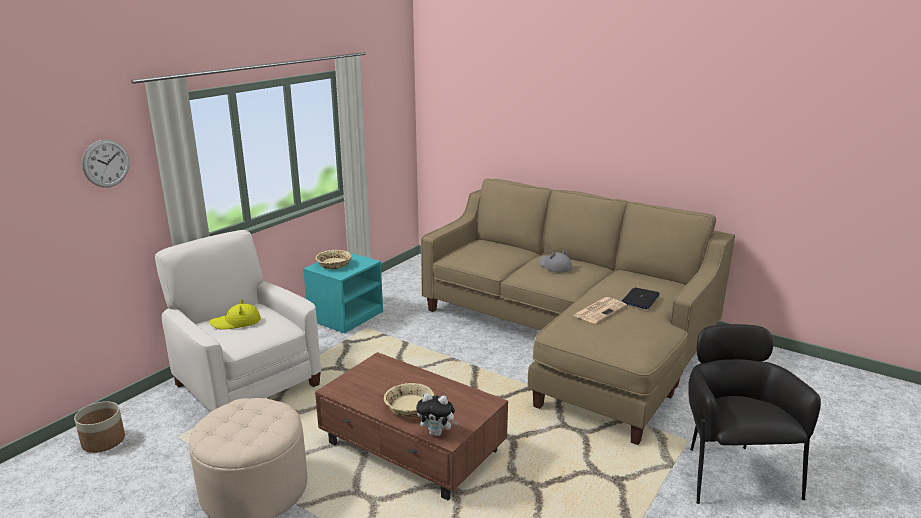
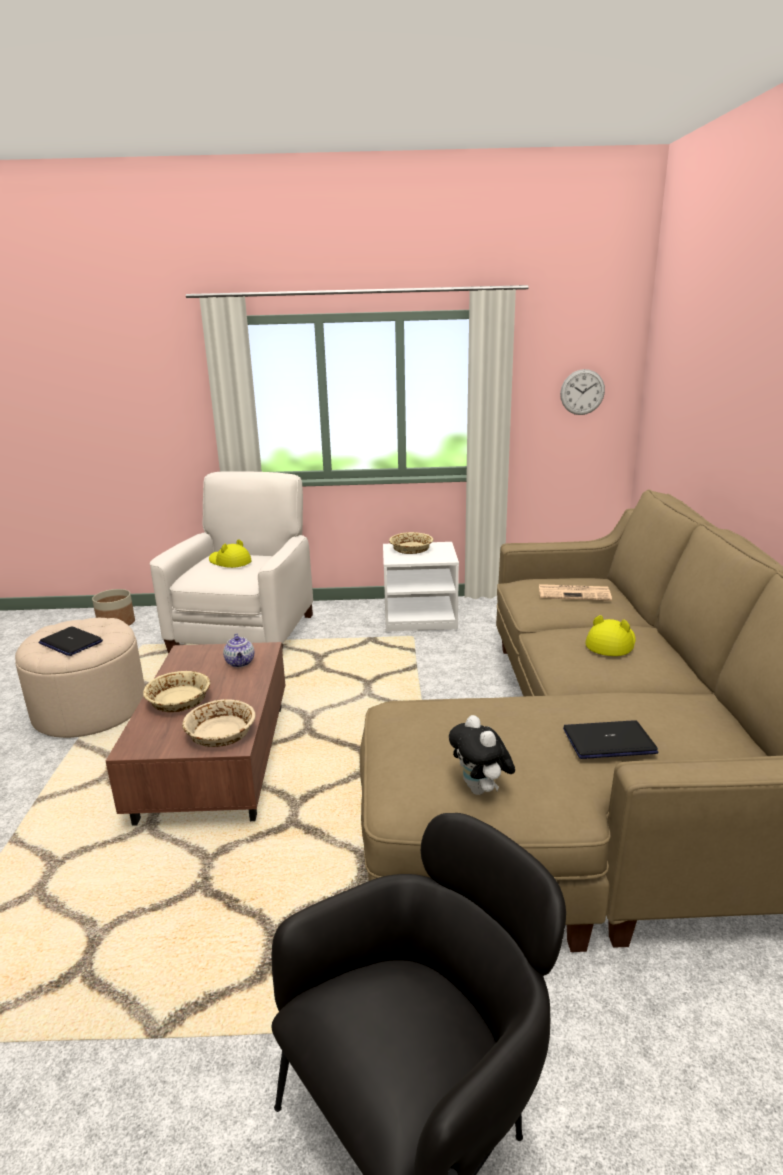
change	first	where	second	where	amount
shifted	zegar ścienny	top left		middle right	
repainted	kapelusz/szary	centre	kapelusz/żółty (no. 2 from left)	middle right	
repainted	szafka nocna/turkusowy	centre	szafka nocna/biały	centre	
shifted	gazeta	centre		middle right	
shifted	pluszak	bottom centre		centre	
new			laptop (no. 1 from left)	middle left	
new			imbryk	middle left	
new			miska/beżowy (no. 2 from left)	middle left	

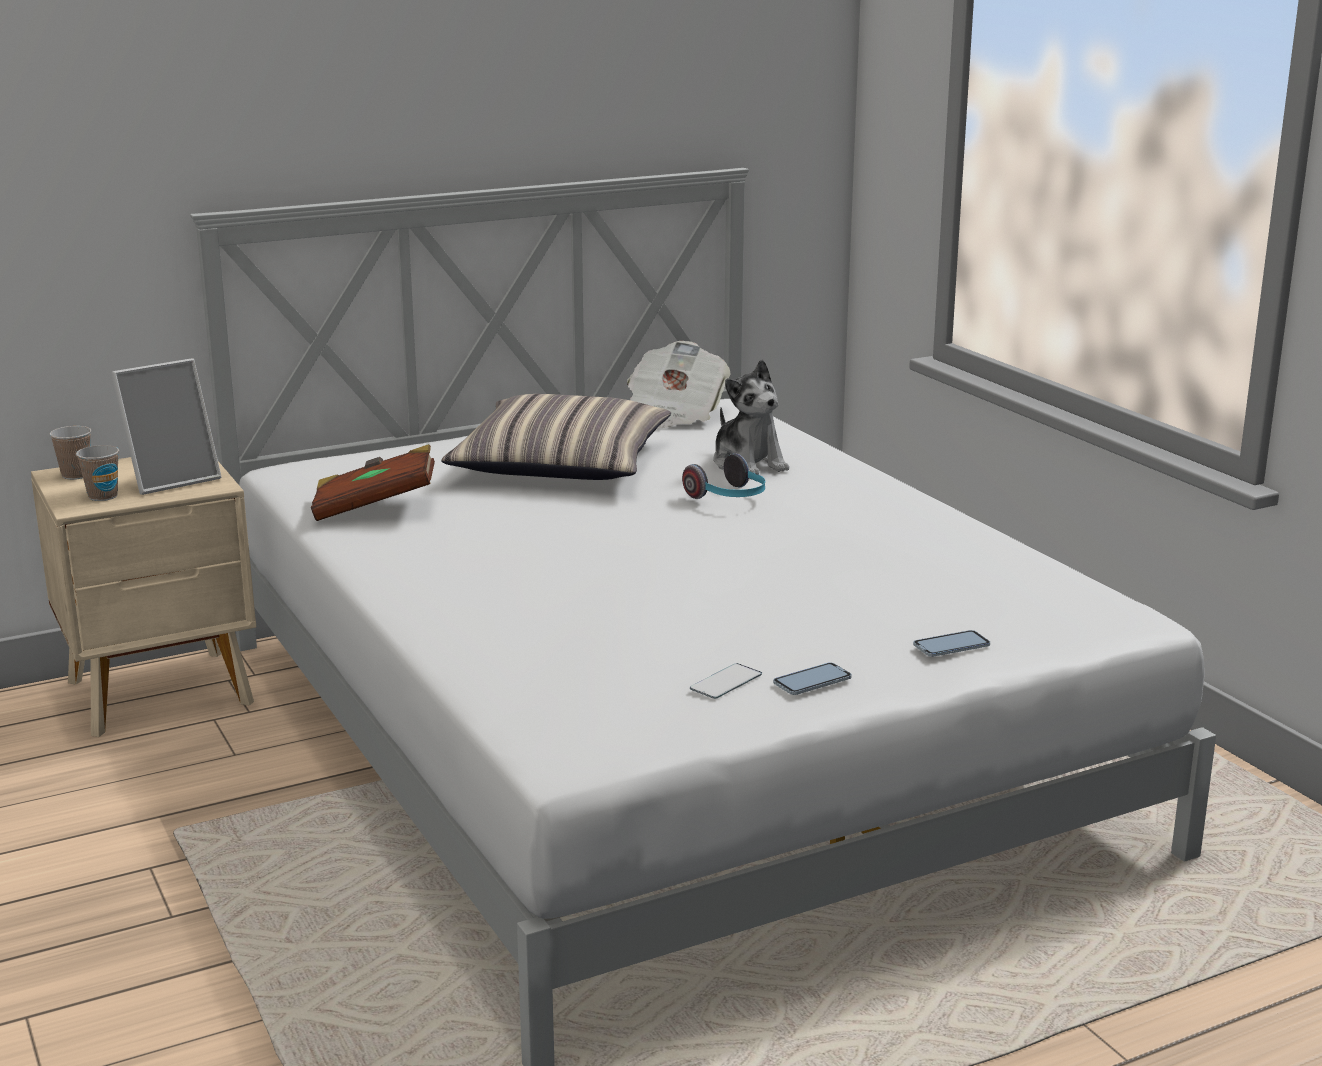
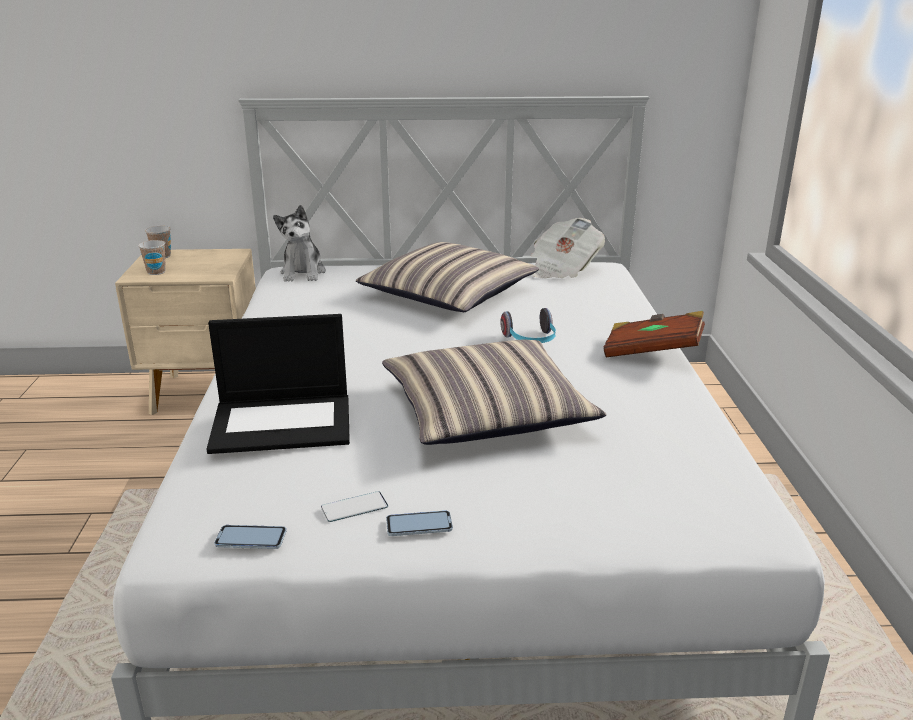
change	first	where	second	where	amount
gone	ramka na zdjęcie	middle left			
shifted	pluszak	centre		middle left	
shifted	książka/brązowy	middle left		middle right	
shifted	telefon (no. 3 from left in the first image)	middle right	telefon (no. 1 from left)	bottom left	
new			laptop	middle left	
new			poduszka (no. 2 from left)	centre	

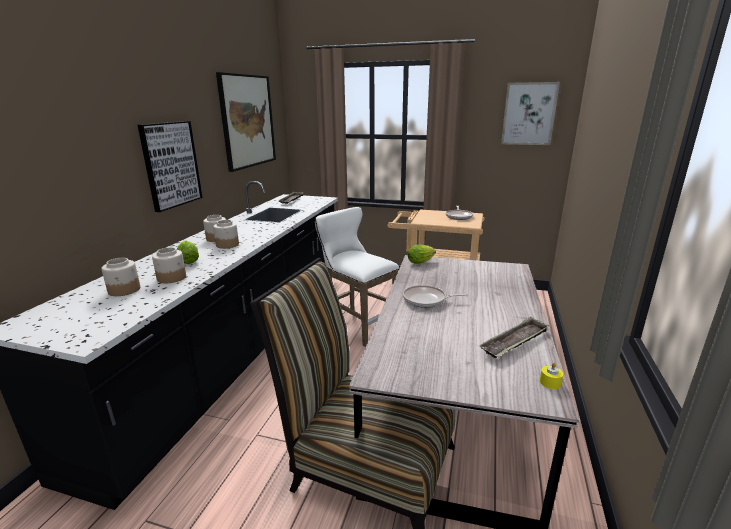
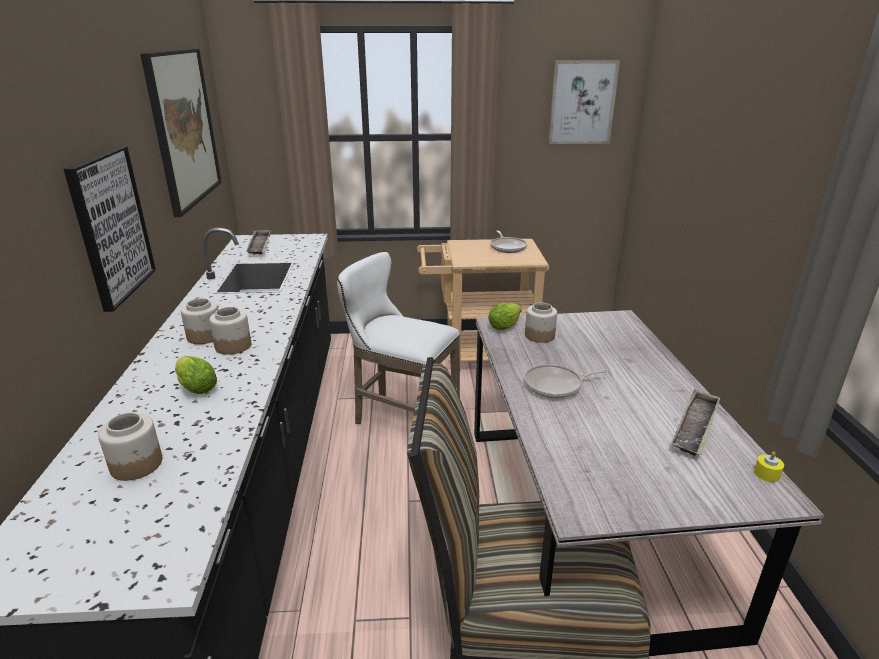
change	first	where	second	where	amount
shifted	słoik (no. 2 from left in the first image)	middle left	słoik (no. 4 from left)	centre	

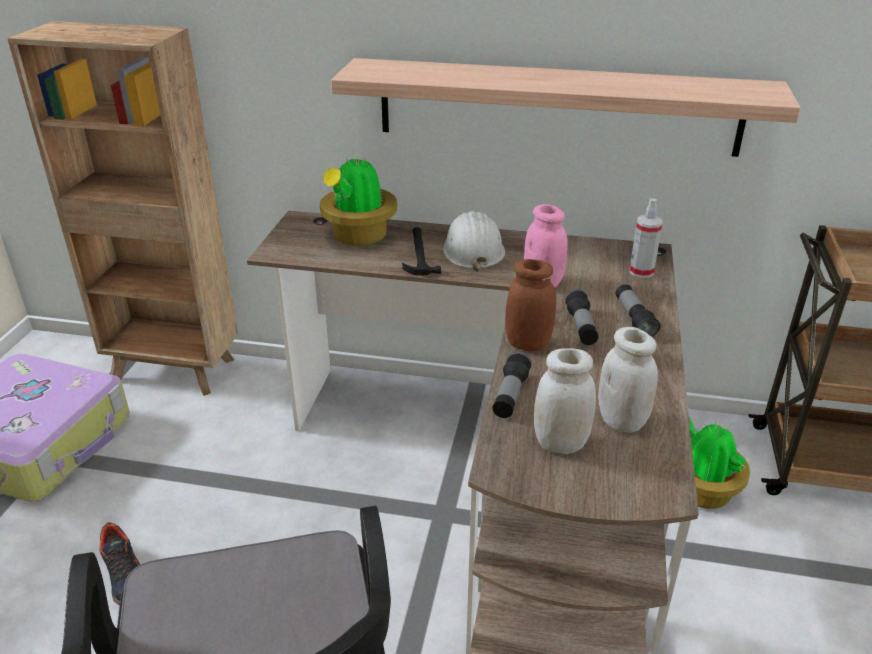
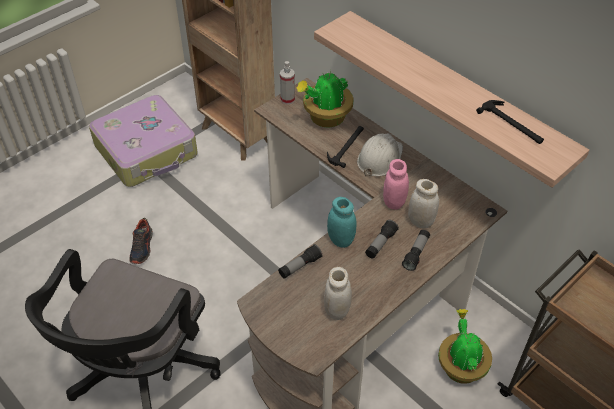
change	first	where	second	where	amount
shifted	spryskiwacz	middle right		top centre	
repainted	słoik/brązowy	centre	słoik/turkusowy	centre	
shifted	słoik/biały (no. 1 from left in the first image)	centre	słoik/biały (no. 2 from left)	middle right	
new			młotek (no. 2 from left)	top right	

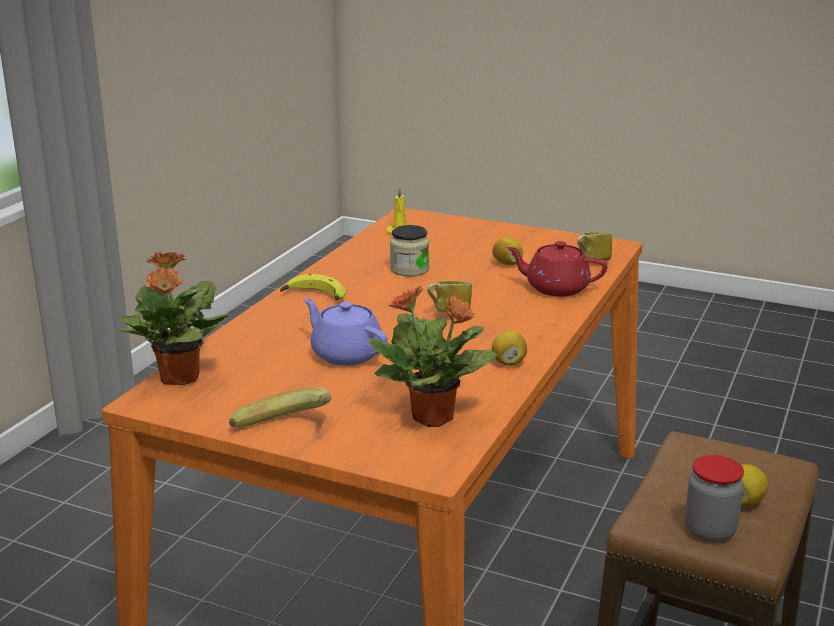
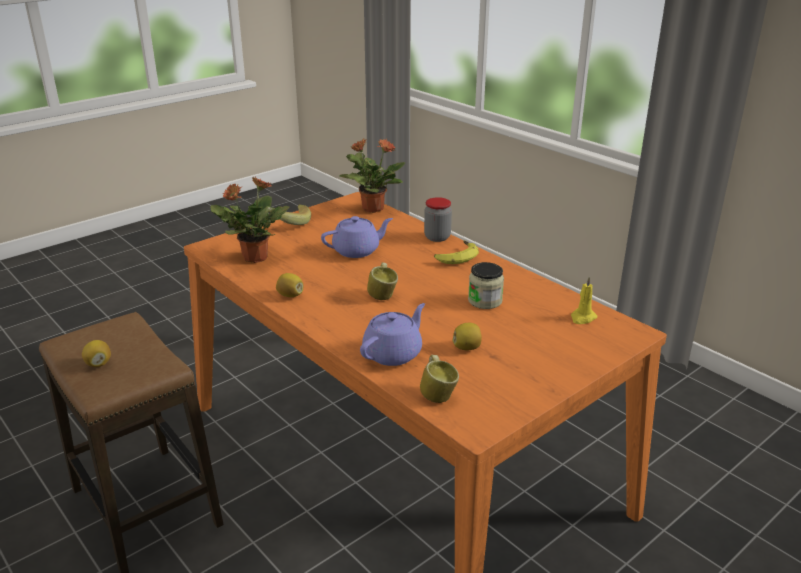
change	first	where	second	where	amount
repainted	imbryk/czerwony	middle right	imbryk/fioletowy (no. 2 from left)	centre	
shifted	słoik (no. 2 from left in the first image)	bottom right	słoik (no. 1 from left)	centre	

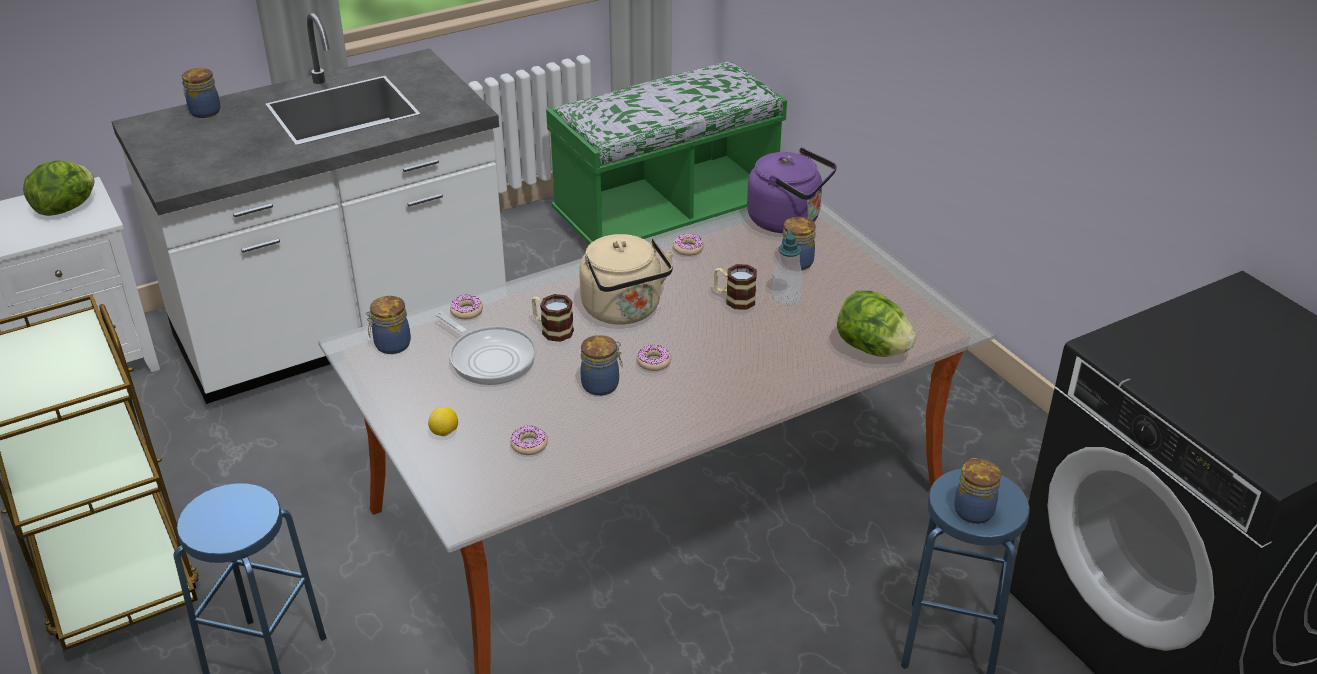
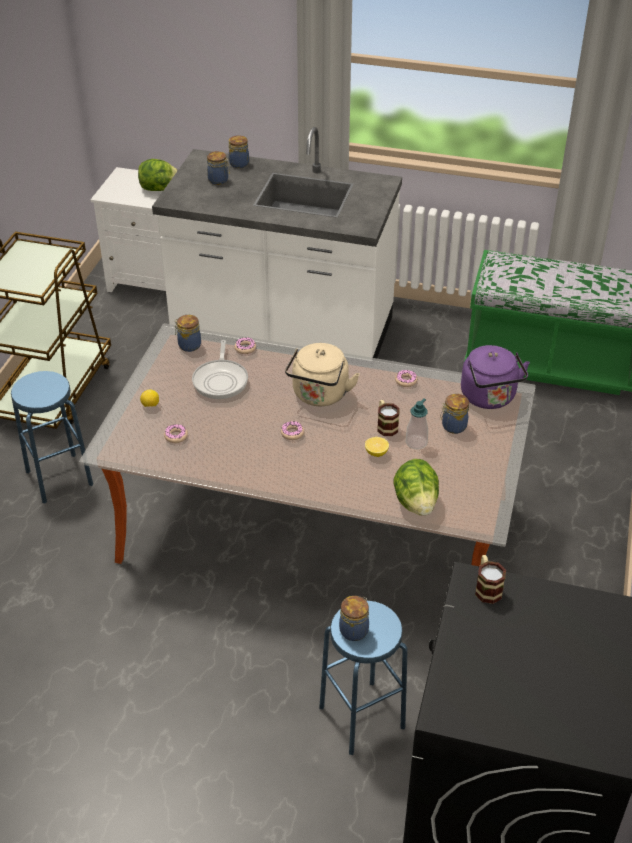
change	first	where	second	where	amount
shifted	kubek (no. 1 from left in the first image)	centre	kubek (no. 2 from left)	bottom right	
shifted	słoik (no. 3 from left in the first image)	centre	słoik (no. 2 from left)	top centre	
new			cytryna (no. 2 from left)	centre	

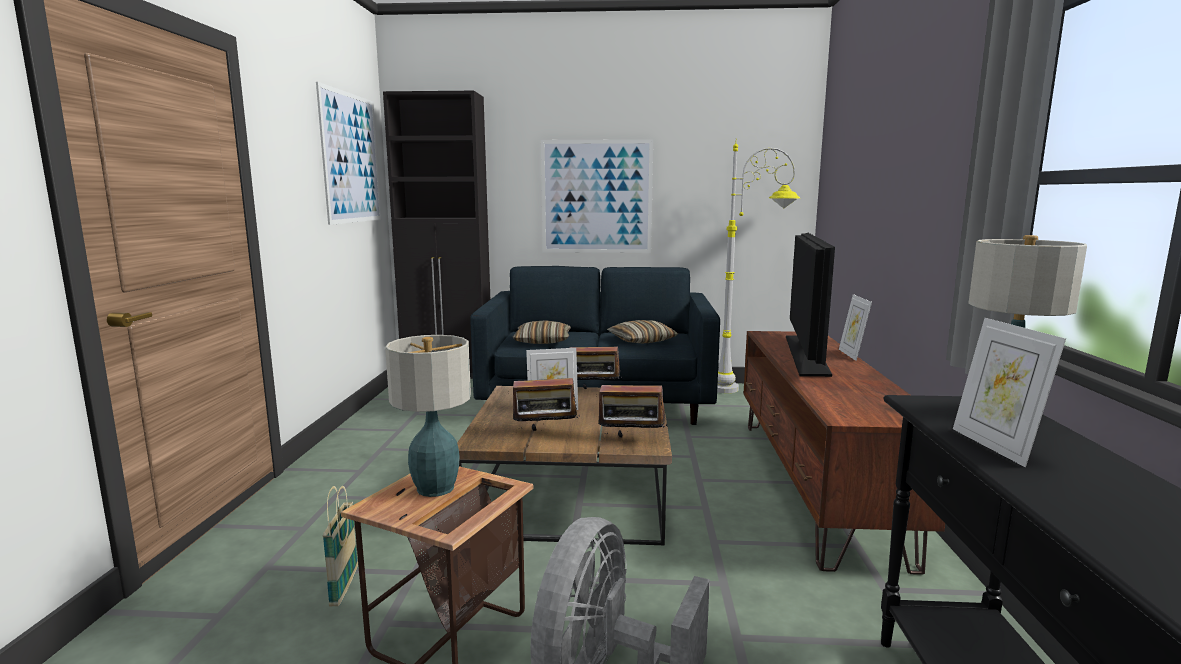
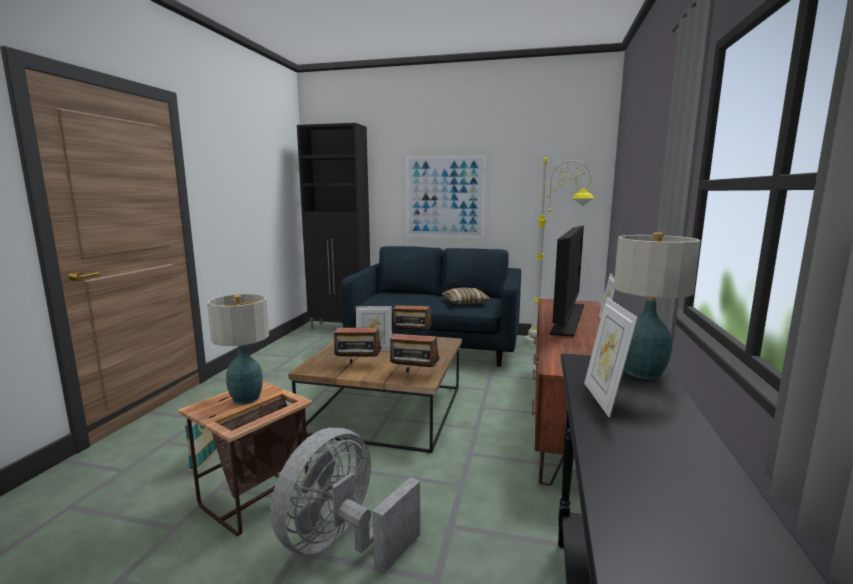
change	first	where	second	where	amount
gone	obraz (no. 1 from left)	top left			
gone	poduszka (no. 1 from left)	centre			

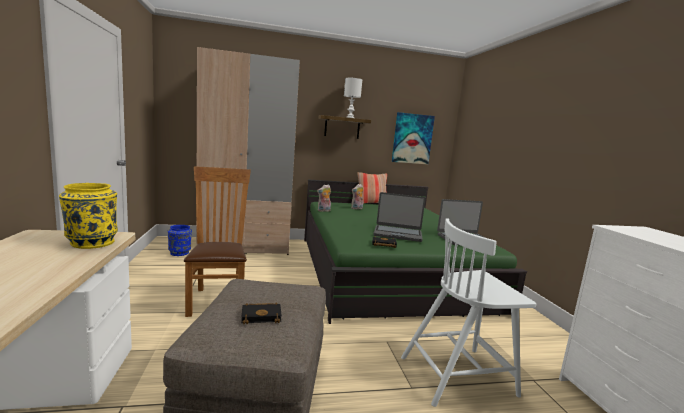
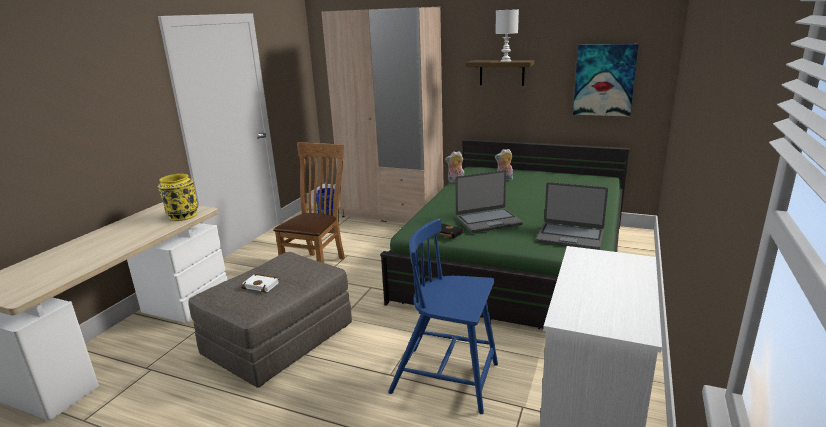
change	first	where	second	where	amount
gone	poduszka	centre			
rotated	laptop (no. 1 from left)	centre		centre	60 degrees counterclockwise
repainted	krzesło/biały	bottom right	krzesło/niebieski	bottom centre	
repainted	książka/czarny (no. 1 from left)	bottom centre	książka/biały	middle left	

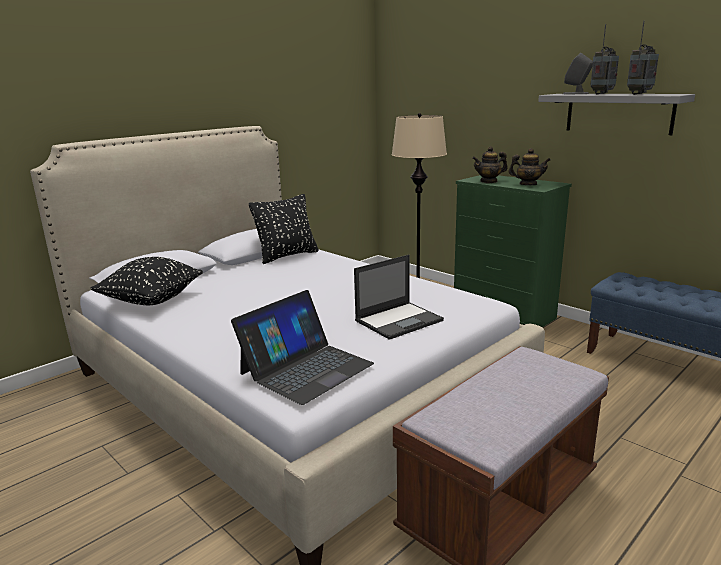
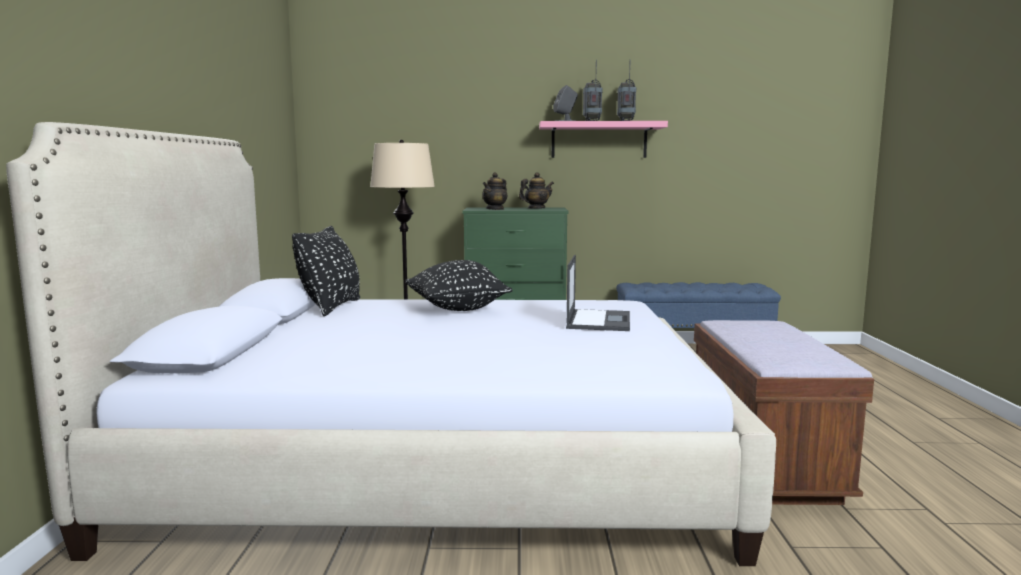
change	first	where	second	where	amount
repainted	półka/szary	top right	półka/różowy	top centre	
shifted	poduszka/czarny (no. 1 from left in the first image)	middle left	poduszka/czarny (no. 2 from left)	centre	
gone	laptop (no. 1 from left)	centre			

